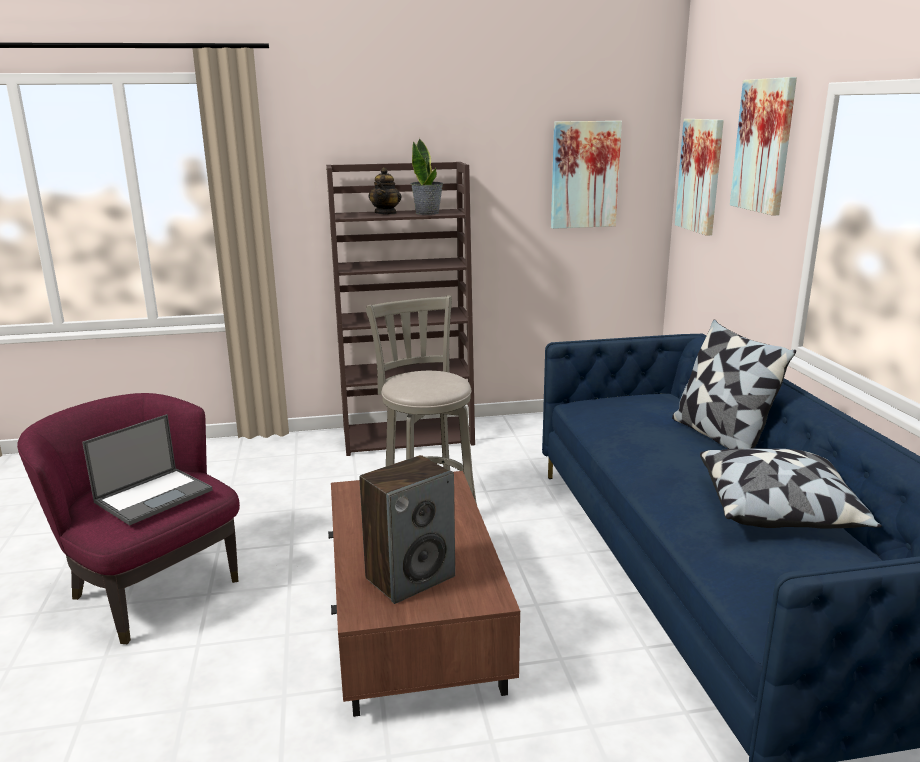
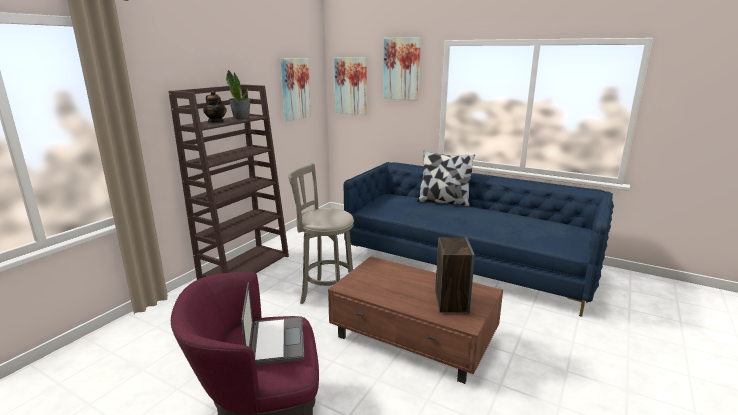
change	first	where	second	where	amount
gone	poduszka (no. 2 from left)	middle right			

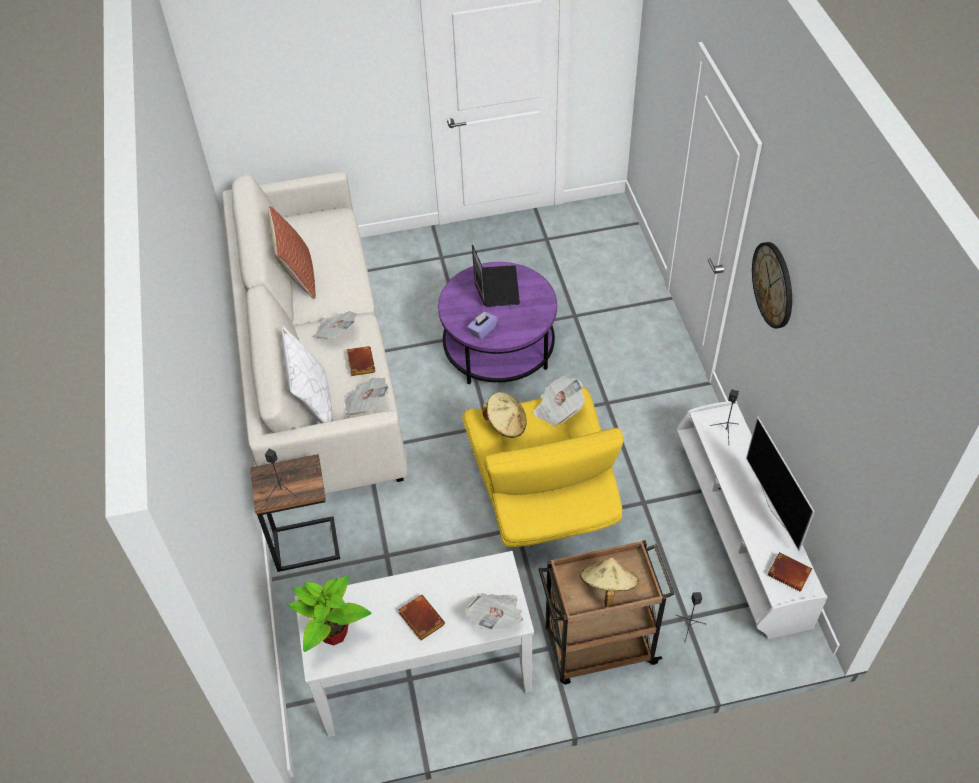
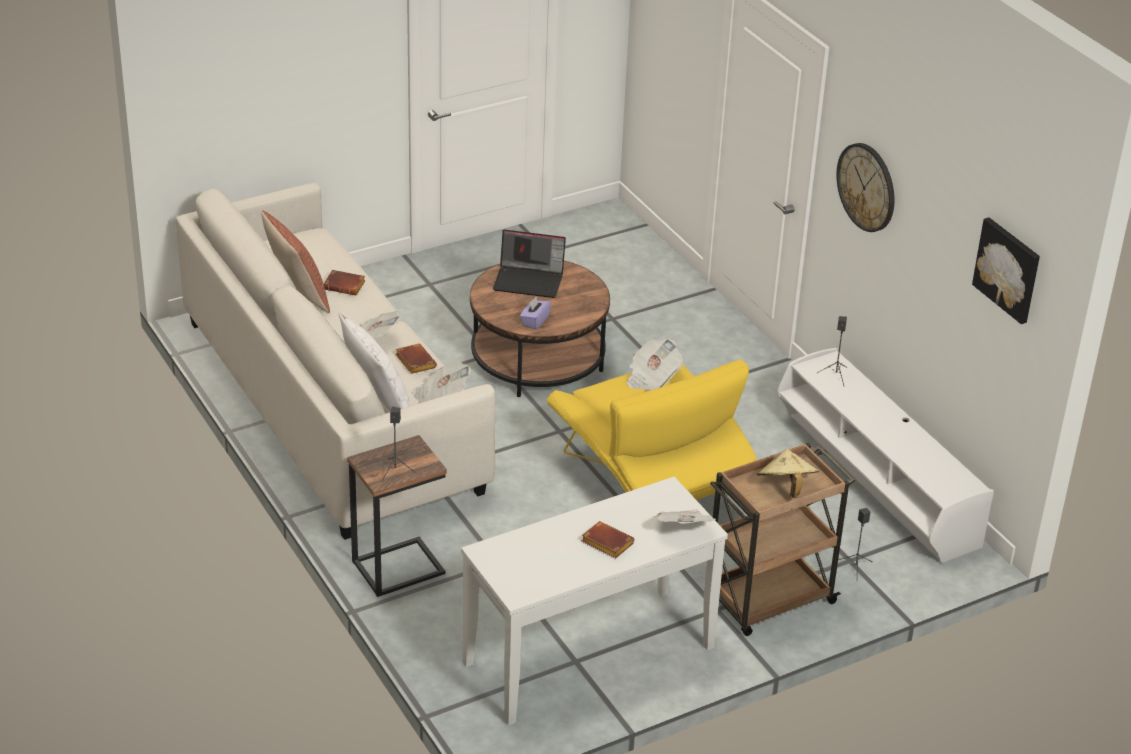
change	first	where	second	where	amount
rotated	laptop	centre		centre	120 degrees clockwise
repainted	ława/fioletowy	centre	ława/brązowy	centre	
gone	kapelusz/beżowy (no. 1 from left)	centre			
gone	telewizor	middle right			
shifted	książka/brązowy (no. 3 from left in the first image)	bottom right	książka/brązowy (no. 1 from left)	middle left	
gone	roślina doniczkowa	bottom centre			
new			obraz	middle right	

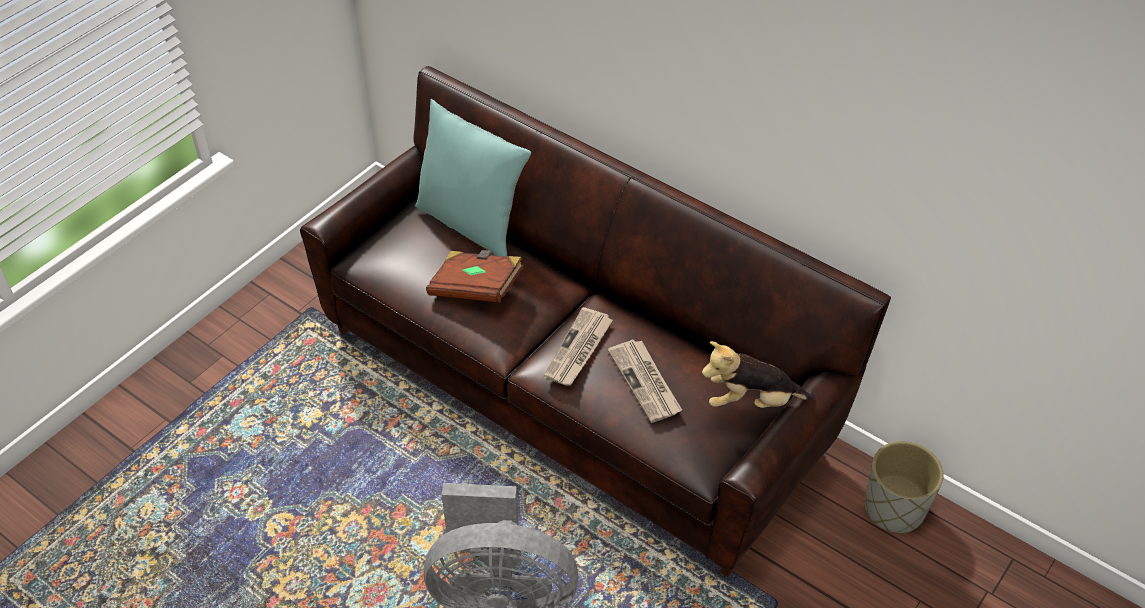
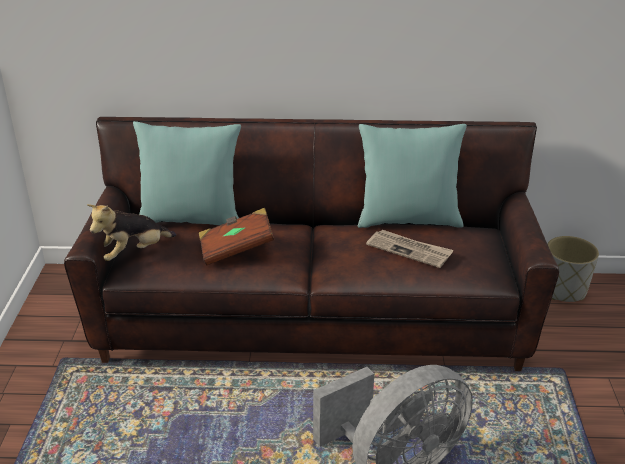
change	first	where	second	where	amount
gone	gazeta (no. 1 from left)	centre			
shifted	pluszak	centre		middle left	
new			poduszka/turkusowy (no. 2 from left)	centre	

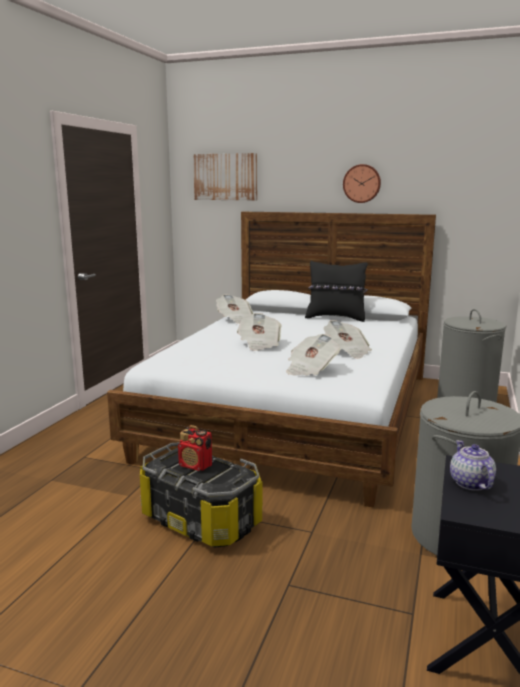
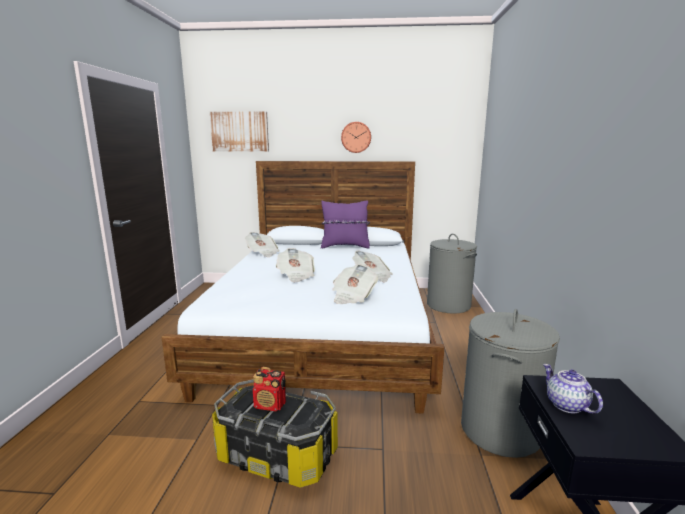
change	first	where	second	where	amount
repainted	poduszka/czarny	centre	poduszka/fioletowy	centre	

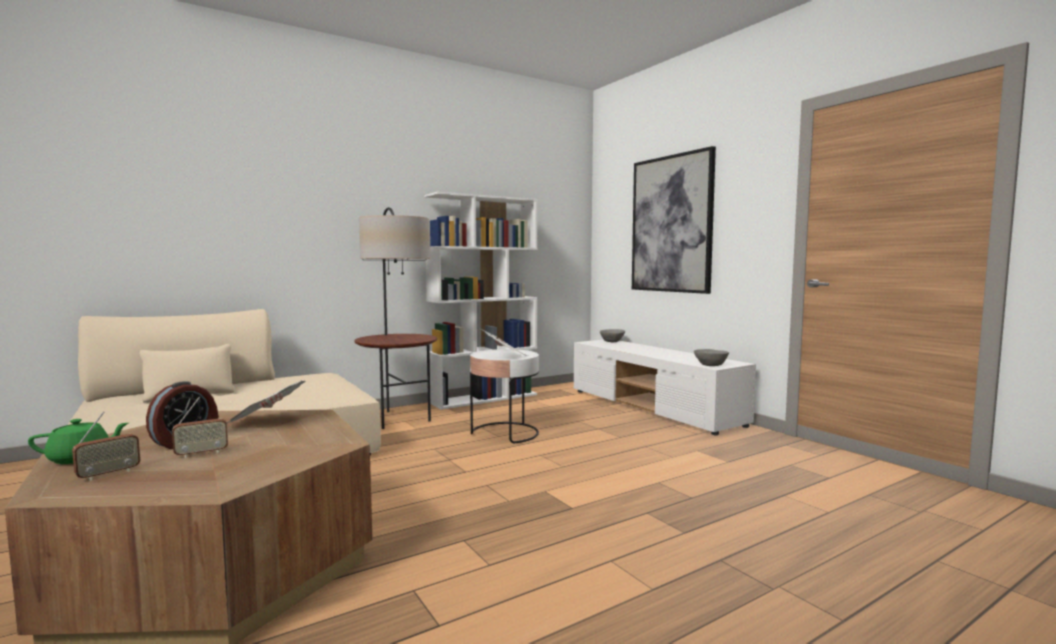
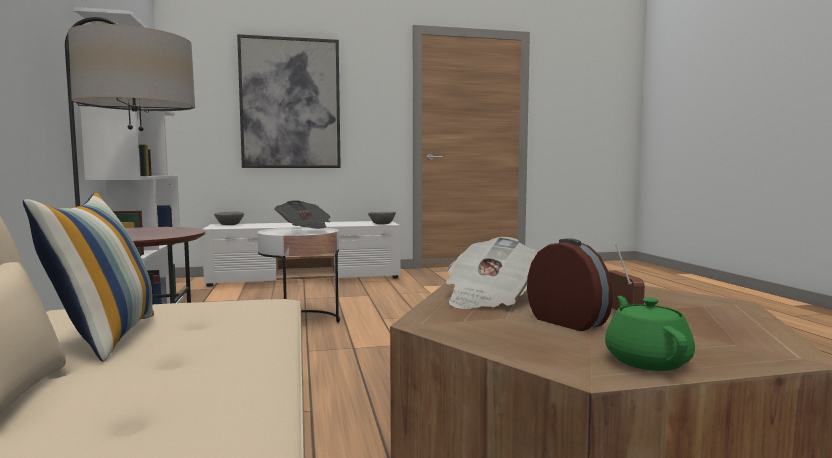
change	first	where	second	where	amount
gone	radio (no. 1 from left)	bottom left			
new			poduszka	middle left	

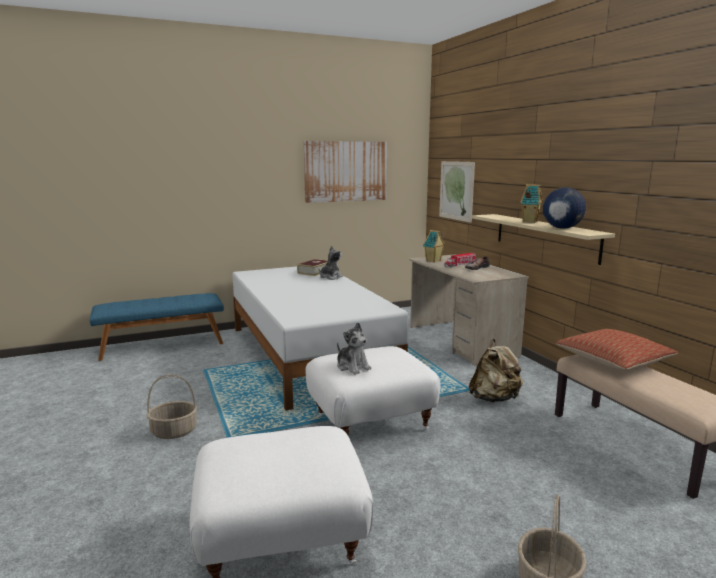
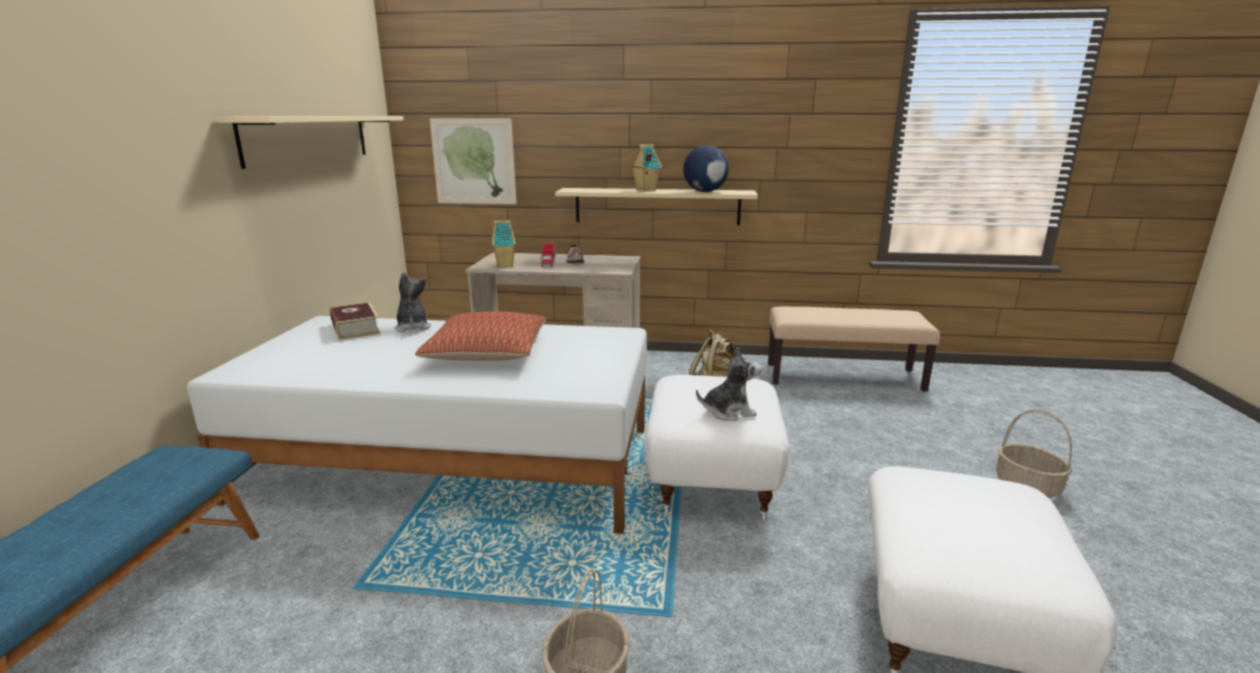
change	first	where	second	where	amount
swapped	obraz (no. 1 from left)	top centre	półka/beżowy (no. 1 from left)	top left	
shifted	poduszka	middle right		centre	

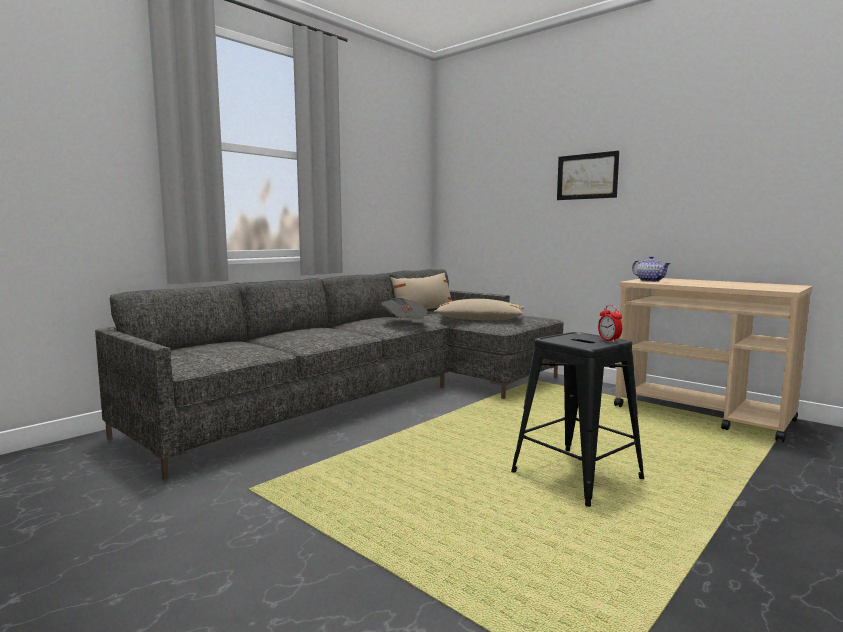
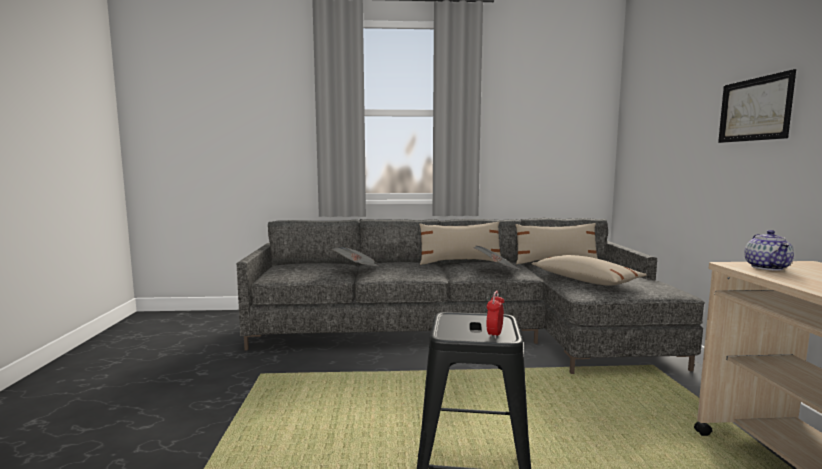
change	first	where	second	where	amount
new			poduszka/beżowy (no. 1 from left)	centre	
new			gazeta (no. 1 from left)	centre	

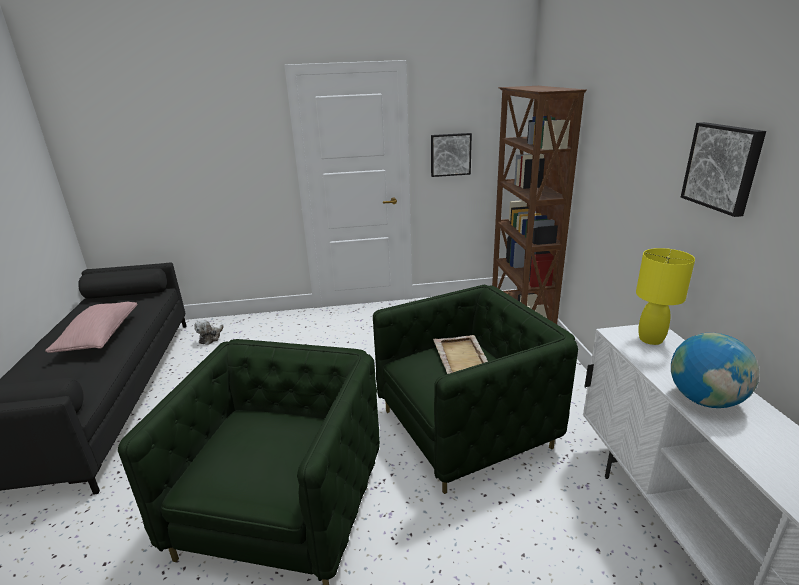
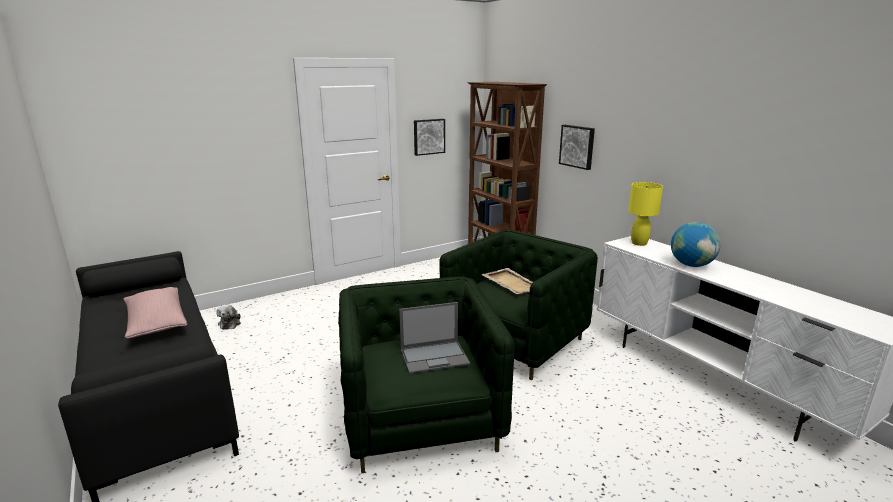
change	first	where	second	where	amount
shifted	obraz (no. 2 from left)	top right		top centre	
new			laptop	bottom centre	

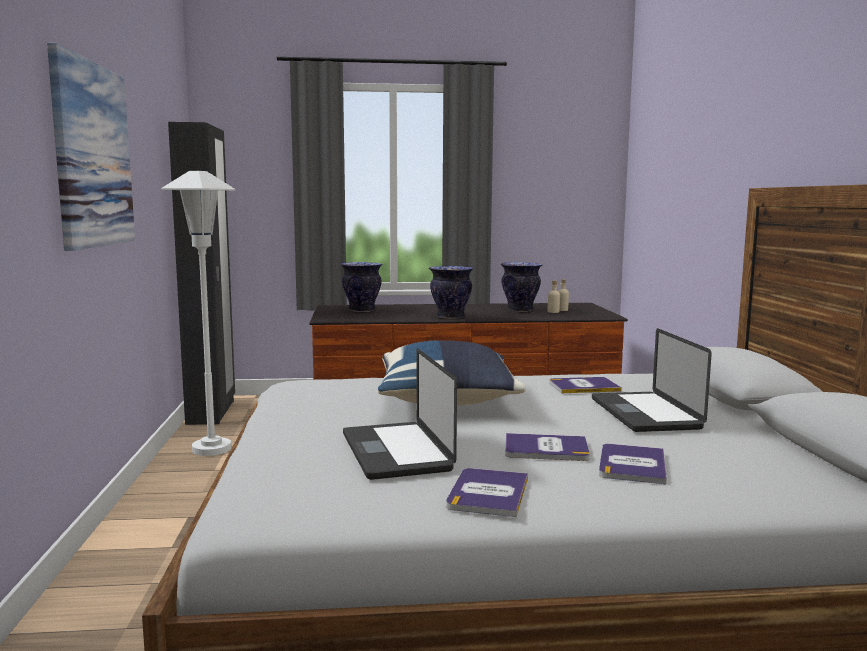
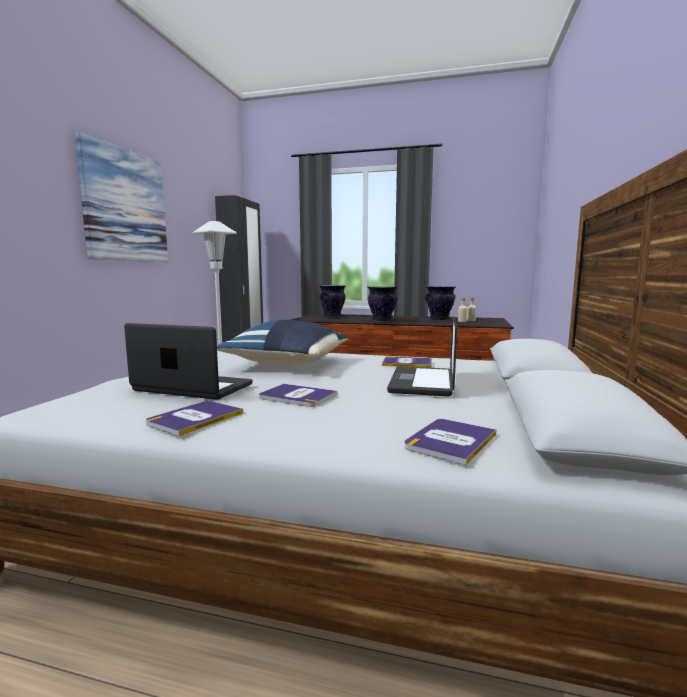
change	first	where	second	where	amount
rotated	laptop (no. 1 from left)	centre		middle left	105 degrees clockwise
shifted	książka (no. 4 from left)	bottom right		centre	

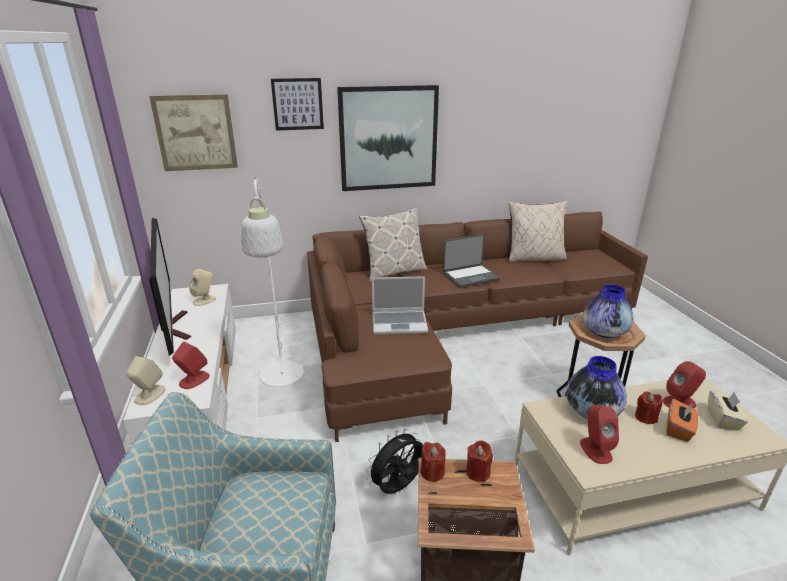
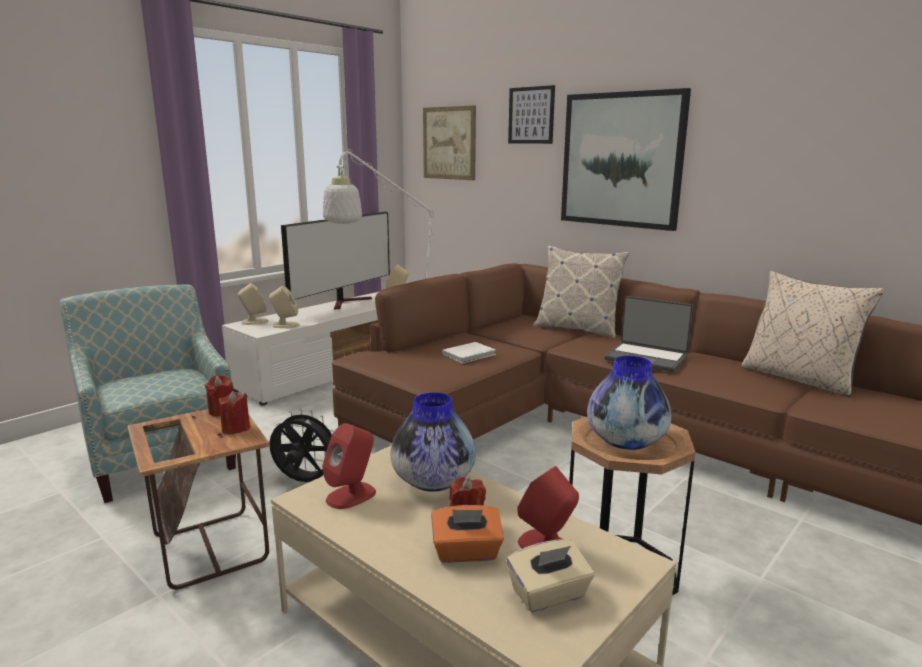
change	first	where	second	where	amount
swapped	laptop (no. 1 from left)	centre	książka/biały	centre	
repainted	głośnik/czerwony (no. 1 from left)	middle left	głośnik/beżowy (no. 2 from left)	middle left	

